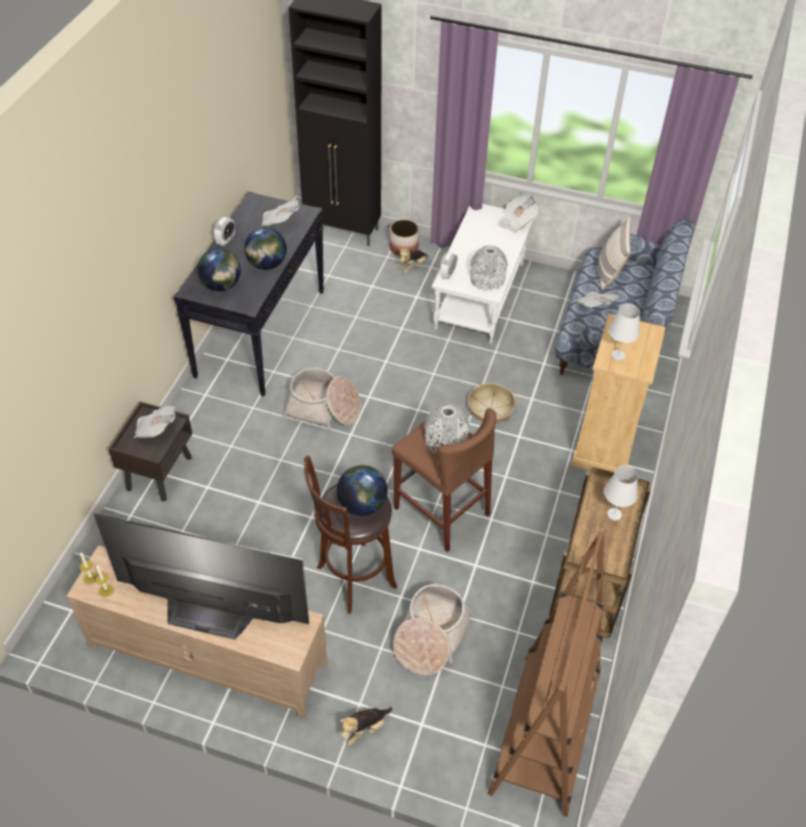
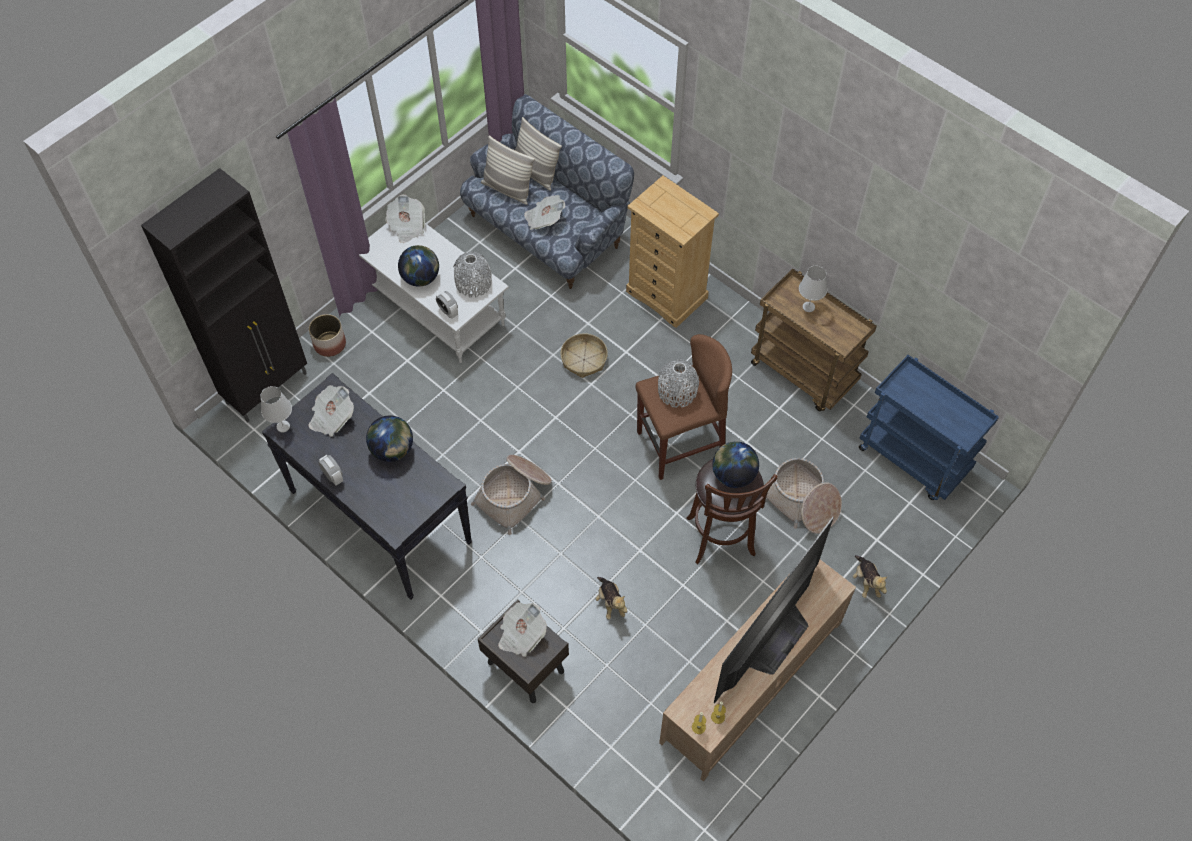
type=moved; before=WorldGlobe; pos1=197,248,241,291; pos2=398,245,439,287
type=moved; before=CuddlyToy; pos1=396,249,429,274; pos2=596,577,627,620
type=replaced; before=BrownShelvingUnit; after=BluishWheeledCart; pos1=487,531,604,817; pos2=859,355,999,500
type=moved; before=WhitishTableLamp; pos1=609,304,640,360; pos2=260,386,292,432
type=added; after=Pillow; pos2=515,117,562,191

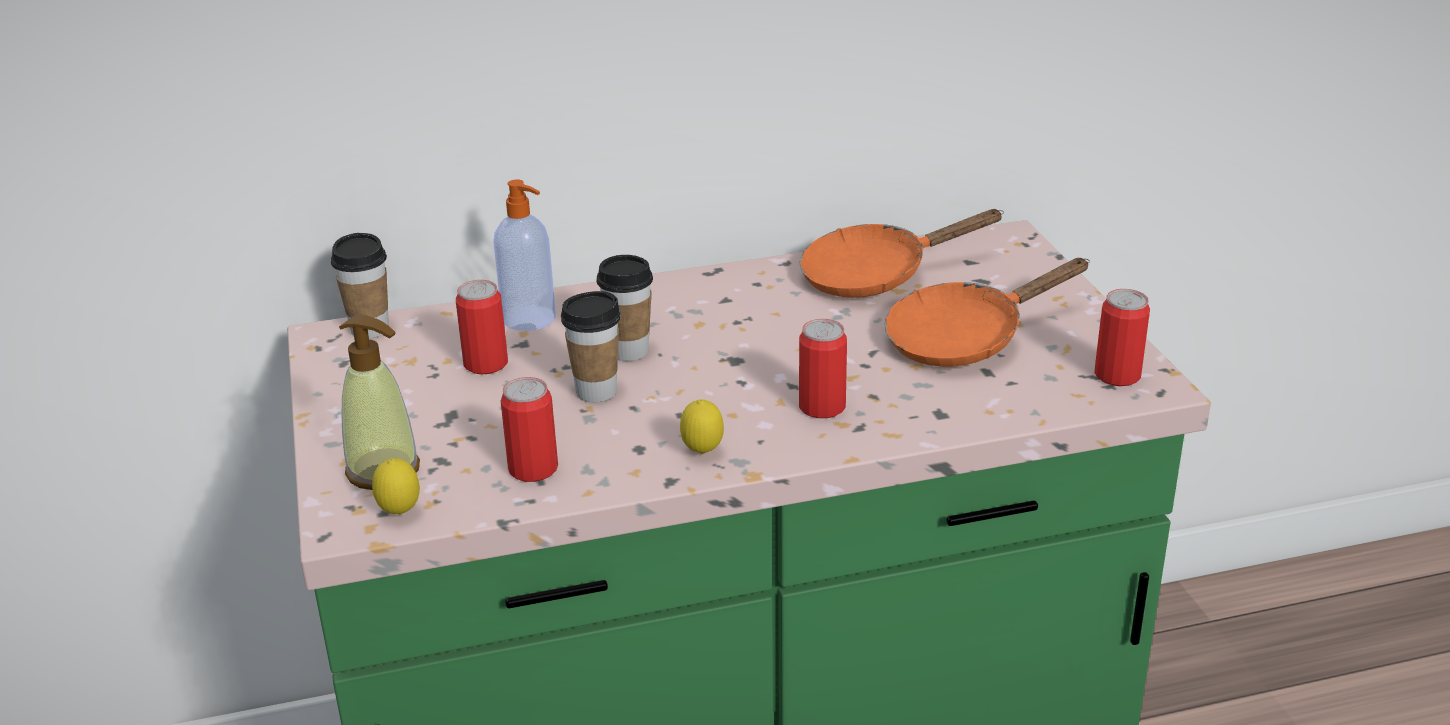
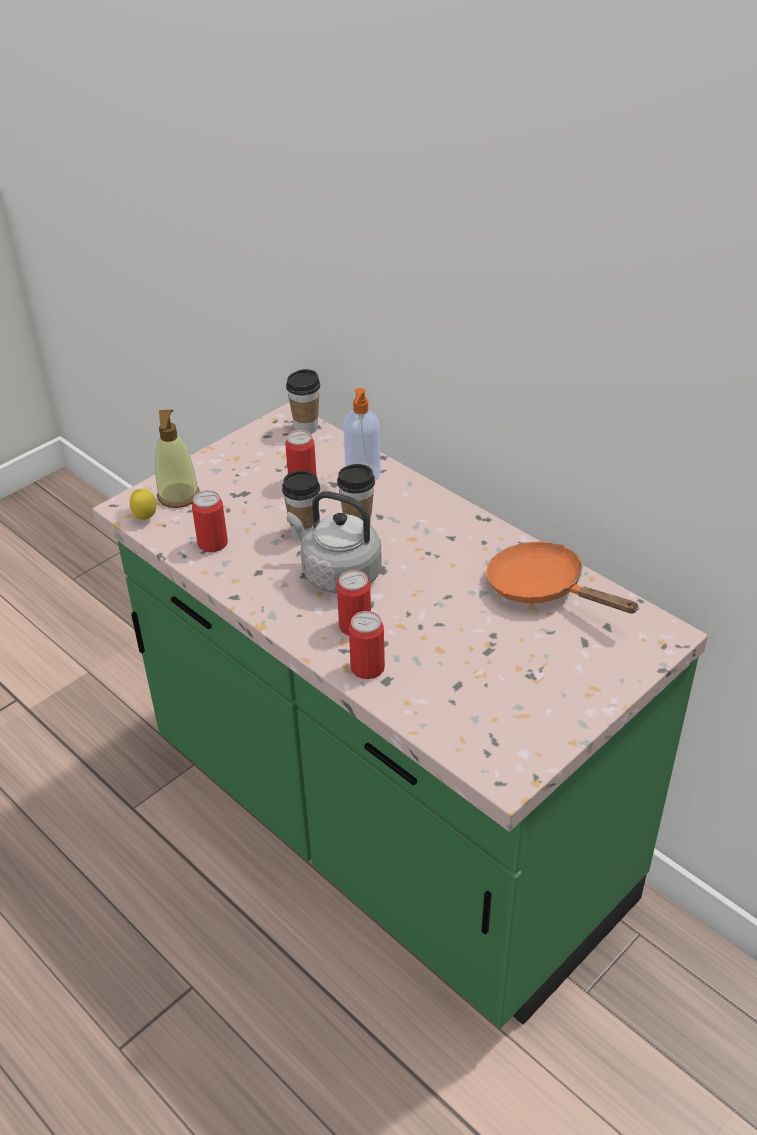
type=removed; before=WholeLemon; pos1=680,399,724,454
type=removed; before=OrangeSkillet; pos1=885,258,1090,367
type=moved; before=SealedCan; pos1=1094,289,1150,386; pos2=349,611,385,679
type=added; after=GrayWaterKettle; pos2=287,491,382,593

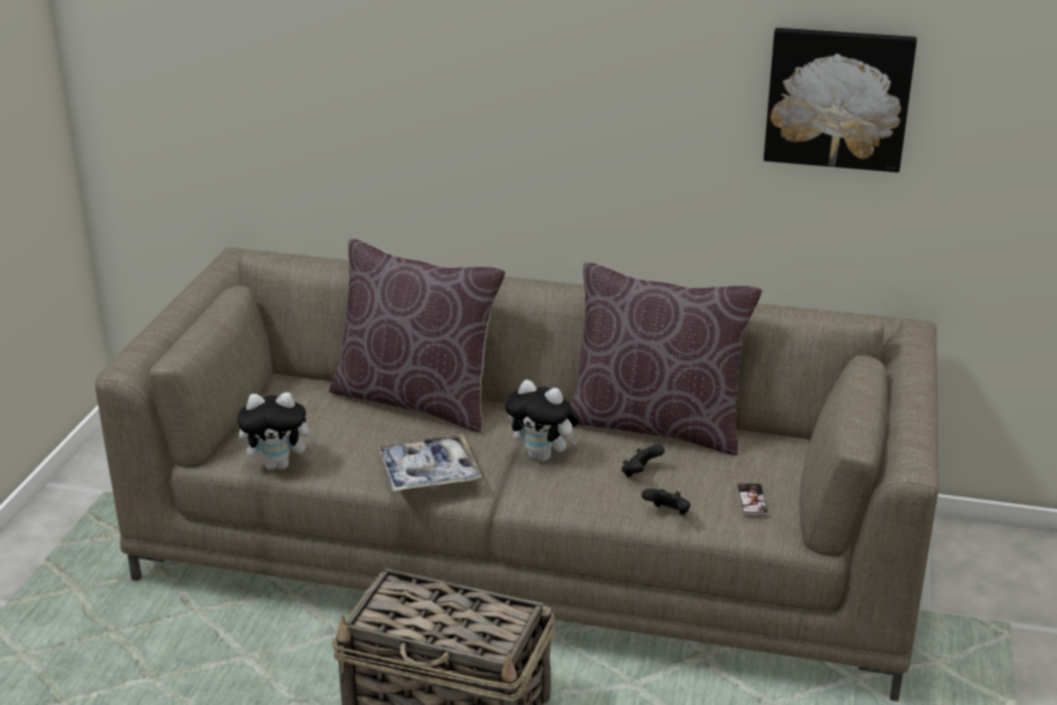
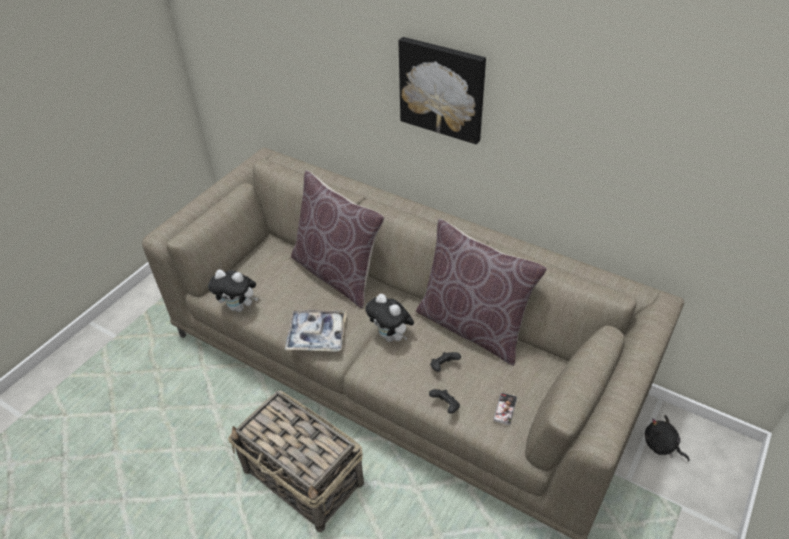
type=moved; before=WallArt; pos1=764,28,917,172; pos2=398,37,486,144
type=added; after=BlackCuddlyToy; pos2=645,415,690,461

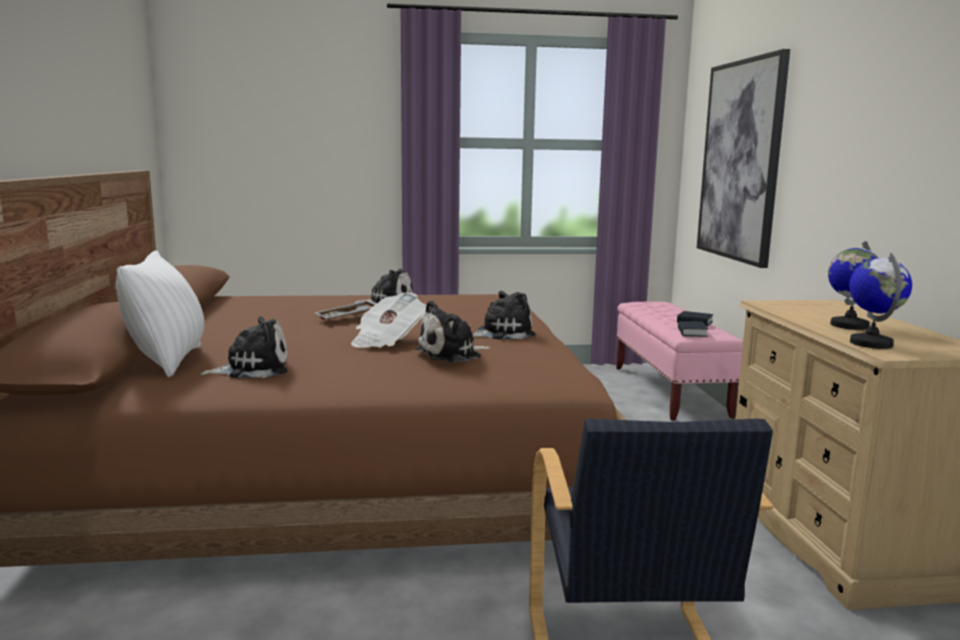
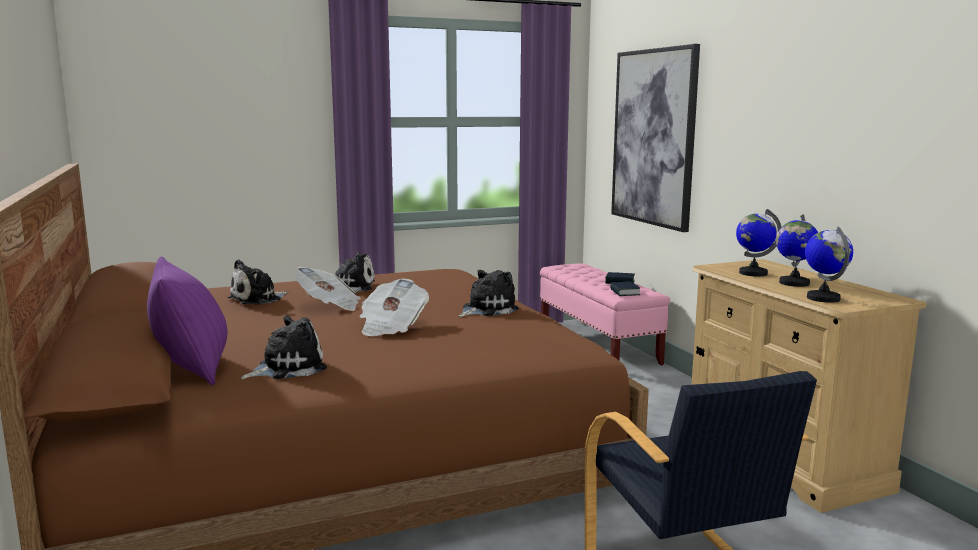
type=recoloured; before=WhitishPillow; after=PurplePillow; pos1=116,250,204,377; pos2=147,256,227,385
type=replaced; before=GrayServingTray; after=PrintedPaper; pos1=315,300,377,320; pos2=295,267,360,311
type=moved; before=CuddlyToy; pos1=415,301,491,362; pos2=228,259,289,305
type=added; after=WorldGlobe; pos2=736,209,781,277

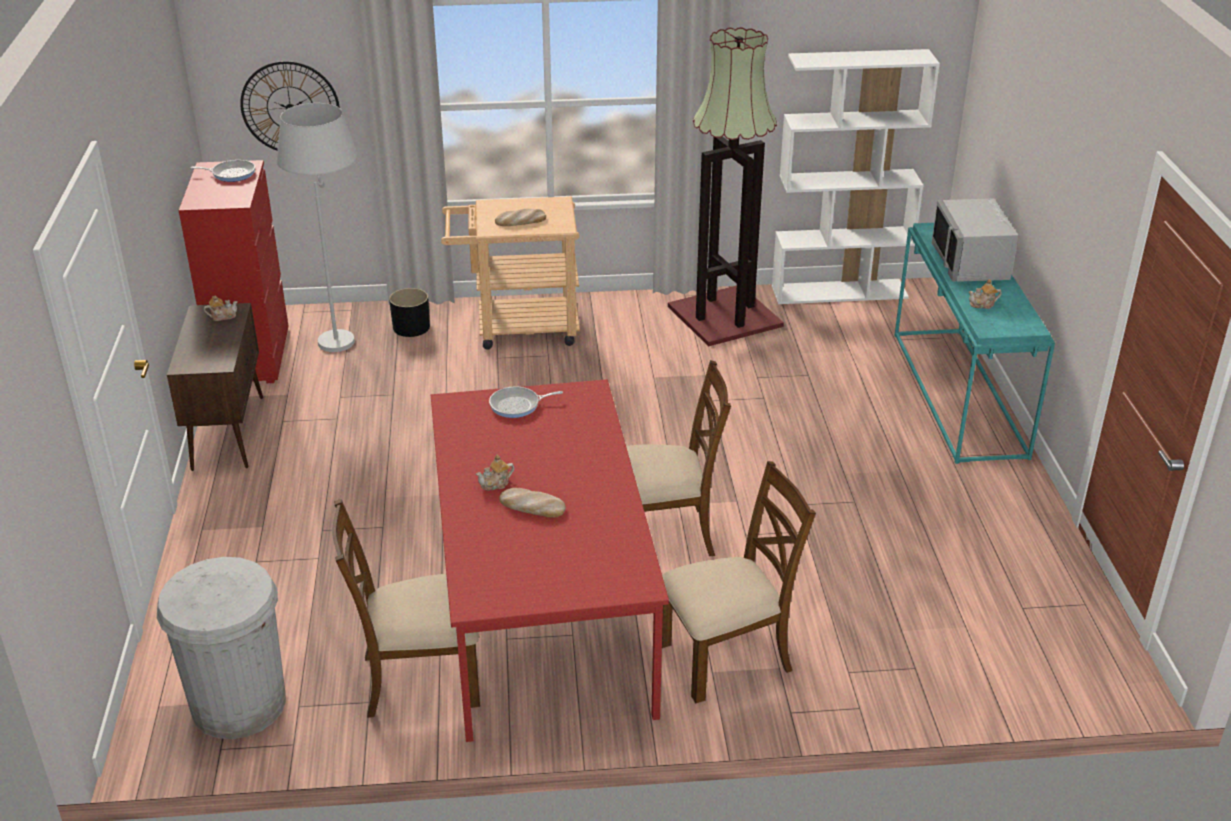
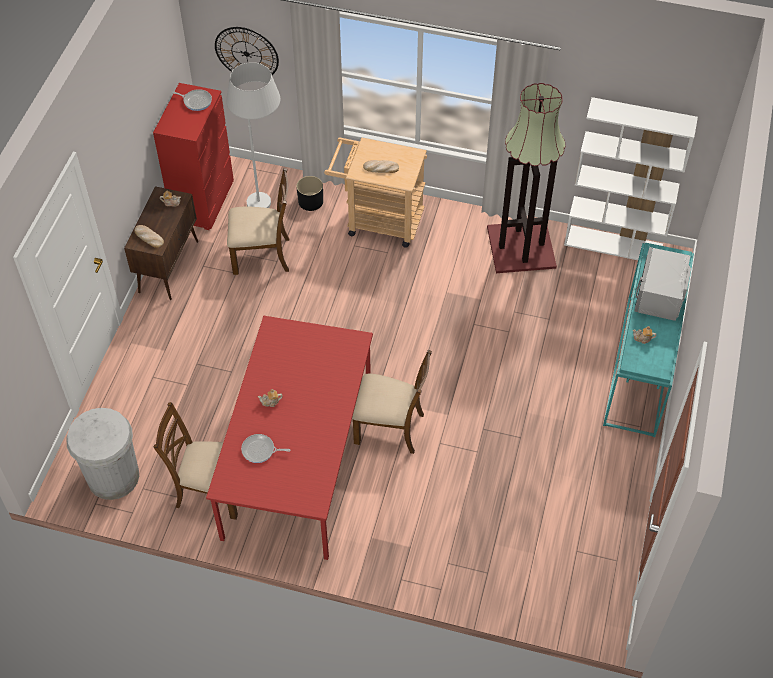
type=moved; before=Skillet; pos1=489,387,563,418; pos2=241,434,291,463
type=moved; before=Bread; pos1=499,488,566,518; pos2=134,225,164,248
type=moved; before=BrownUprightChair; pos1=662,461,816,703; pos2=227,168,289,275

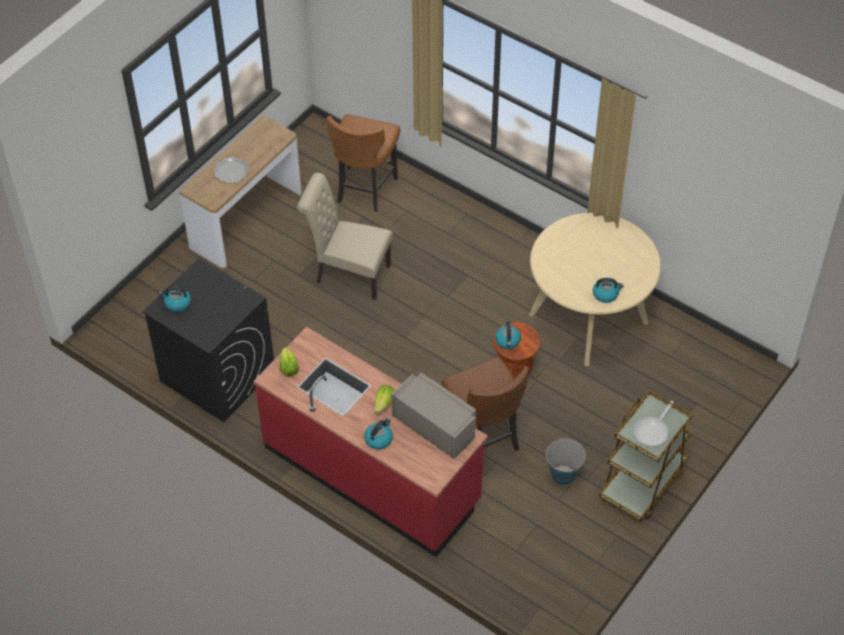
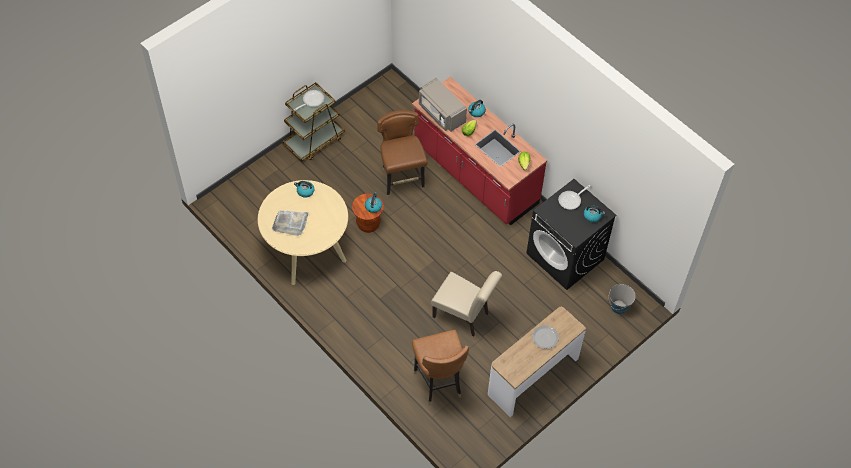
type=turned; before=BrownUprightChair; pos1=326,114,400,219; pos2=412,330,469,406; turn=135
type=moved; before=Bucket; pos1=546,439,586,485; pos2=608,284,635,314
type=added; after=GrayServingTray; pos2=272,210,309,236
type=added; after=Skillet; pos2=558,185,590,210

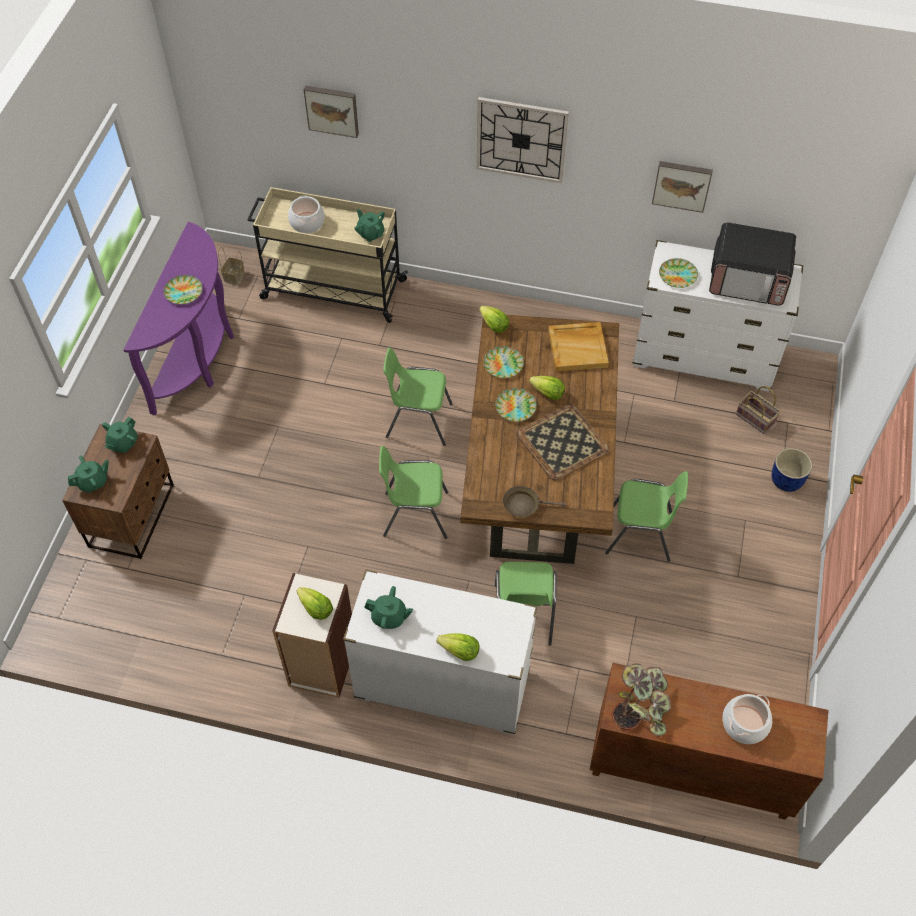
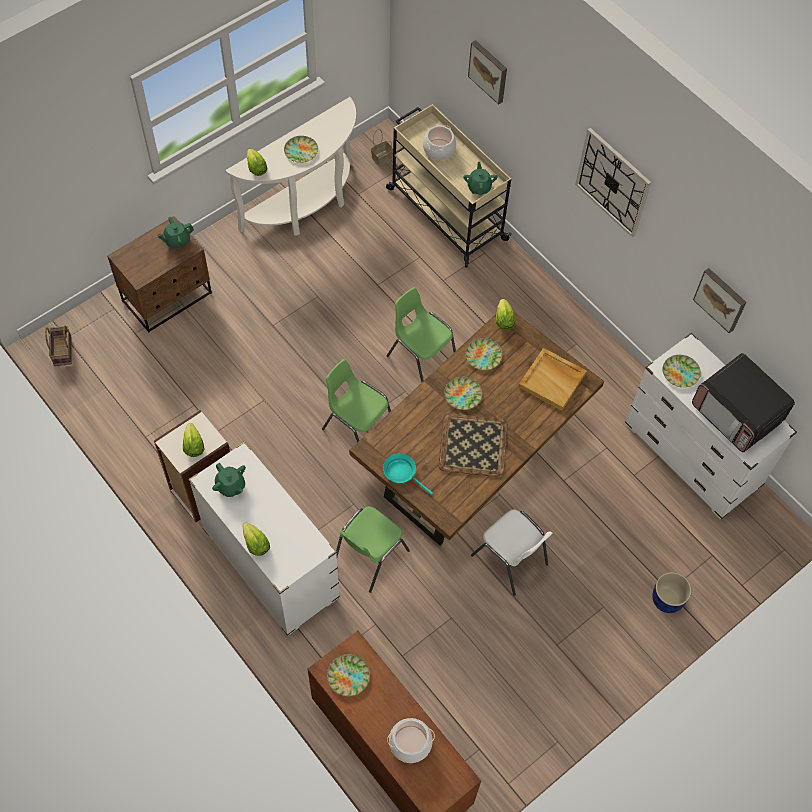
type=removed; before=GreenishTeaPot; pos1=68,456,109,493
type=recoloured; before=PurpleHallTable; after=WhitishHallTable; pos1=123,222,234,415; pos2=225,97,356,236
type=recoloured; before=BrownSkillet; after=TurquoiseColouredSkillet; pos1=503,486,567,517; pos2=383,453,433,495
type=moved; before=LettuceHead; pos1=529,376,565,400; pos2=247,149,267,176
type=recoloured; before=GreenishUprightChair; after=WhitishUprightChair; pos1=605,471,688,562; pos2=471,509,553,596
type=replaced; before=Houseplant; after=FlatDish; pos1=611,663,671,736; pos2=327,654,370,696
type=moved; before=StorageBasket; pos1=736,386,781,434; pos2=45,325,72,366

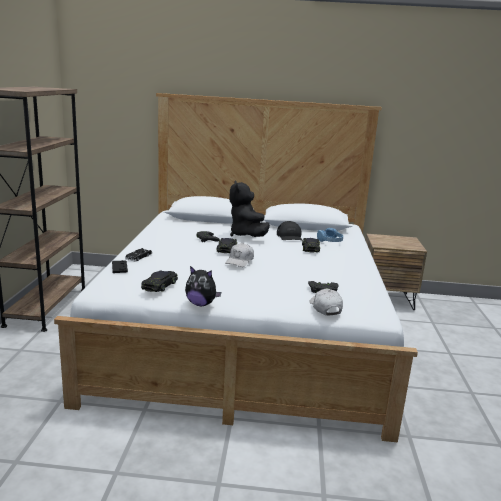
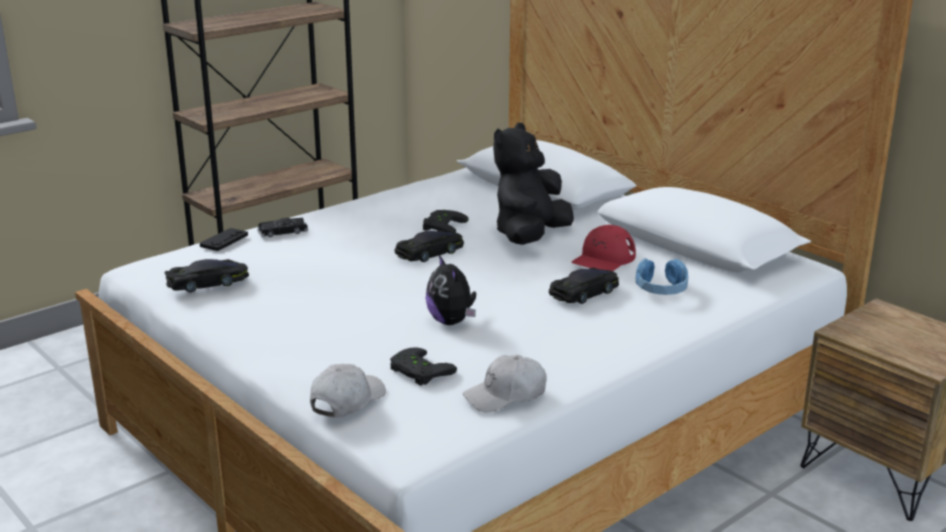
type=moved; before=CuddlyToy; pos1=185,266,221,306; pos2=425,255,476,325
type=moved; before=WhitishBaseballCap; pos1=225,243,254,267; pos2=463,355,547,412
type=recoloured; before=BlackBaseballCap; after=RedBaseballCap; pos1=277,221,302,240; pos2=571,225,636,271

